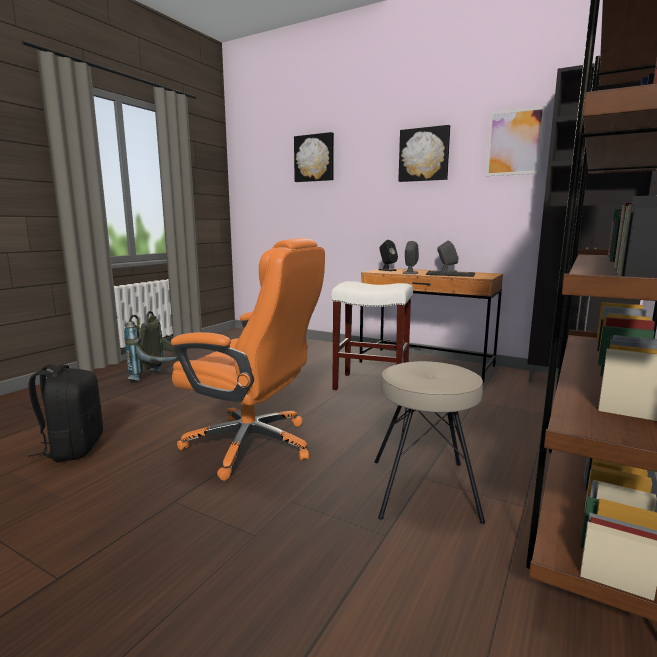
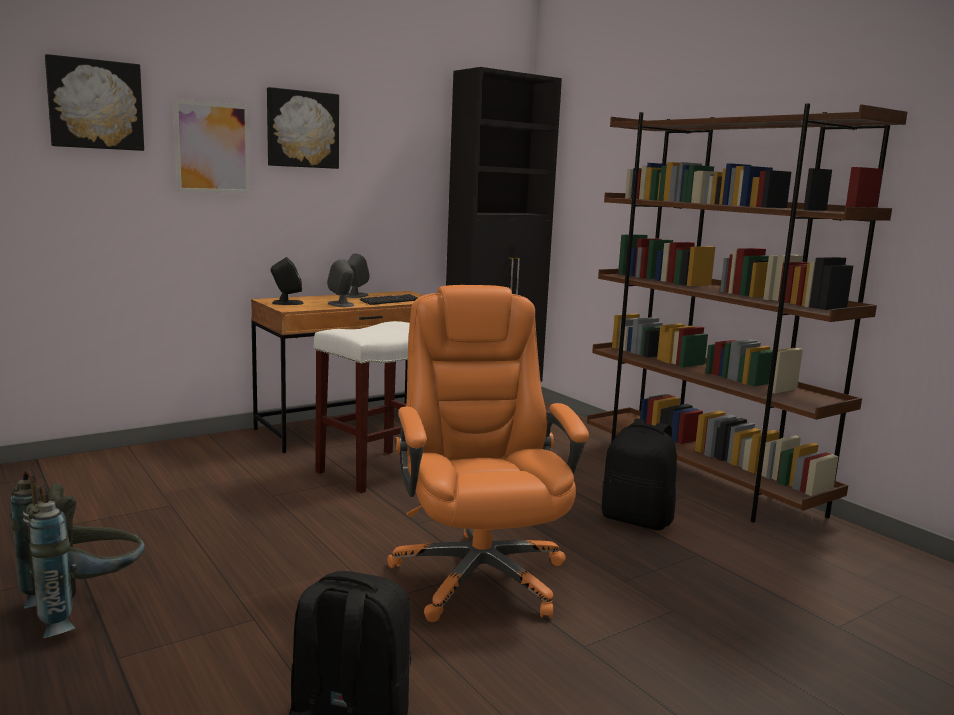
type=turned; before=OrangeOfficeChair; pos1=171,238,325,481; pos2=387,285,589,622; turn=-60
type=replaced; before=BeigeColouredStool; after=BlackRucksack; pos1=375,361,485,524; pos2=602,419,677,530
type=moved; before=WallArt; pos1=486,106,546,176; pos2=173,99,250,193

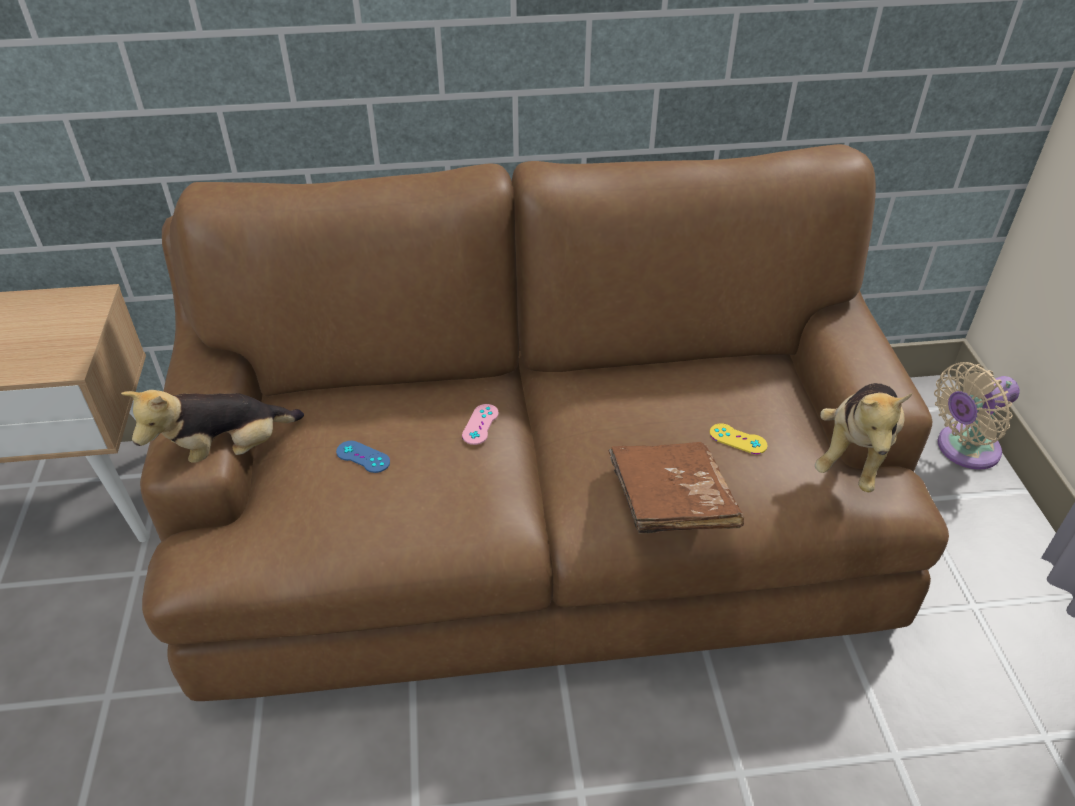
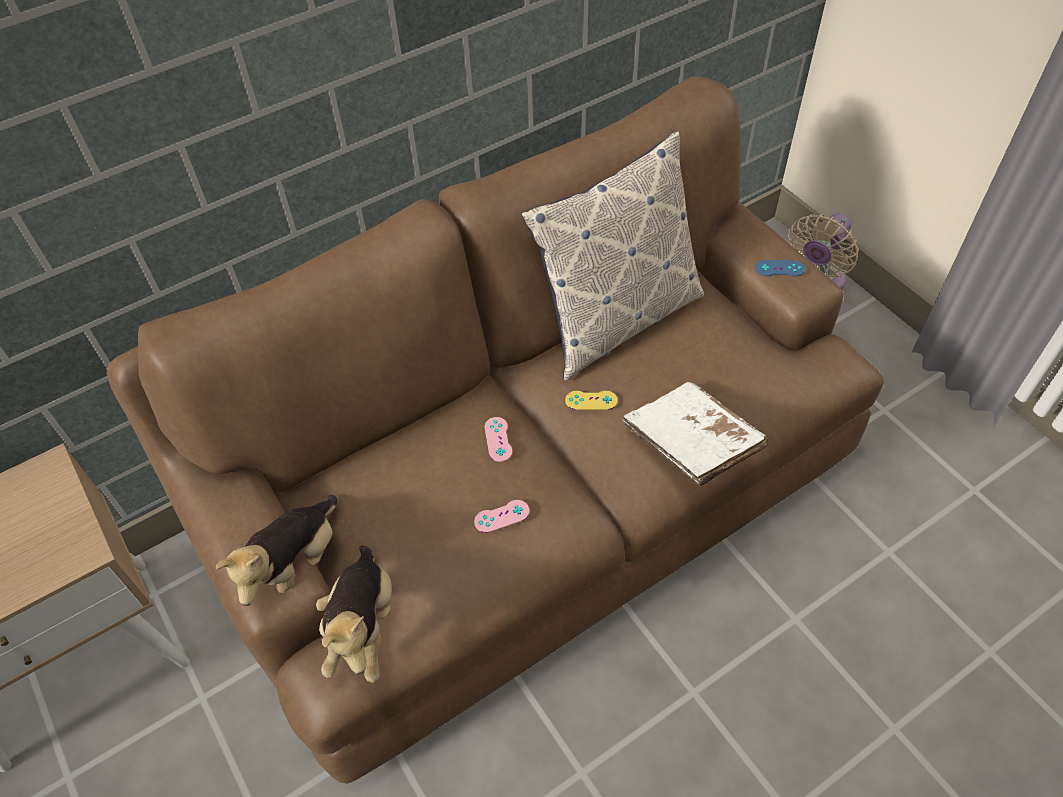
type=moved; before=BluishGamepad; pos1=336,441,390,473; pos2=755,260,805,277
type=recoloured; before=BrownBook; after=WhitishBook; pos1=609,442,744,534; pos2=623,382,768,487
type=moved; before=YellowColouredGamepad; pos1=710,424,767,454; pos2=565,391,618,410
type=moved; before=CuddlyToy; pos1=815,383,913,492; pos2=316,545,392,683
type=added; after=PinkishGamepad; pos2=474,500,529,533
type=added; after=Pillow; pos2=521,131,704,381

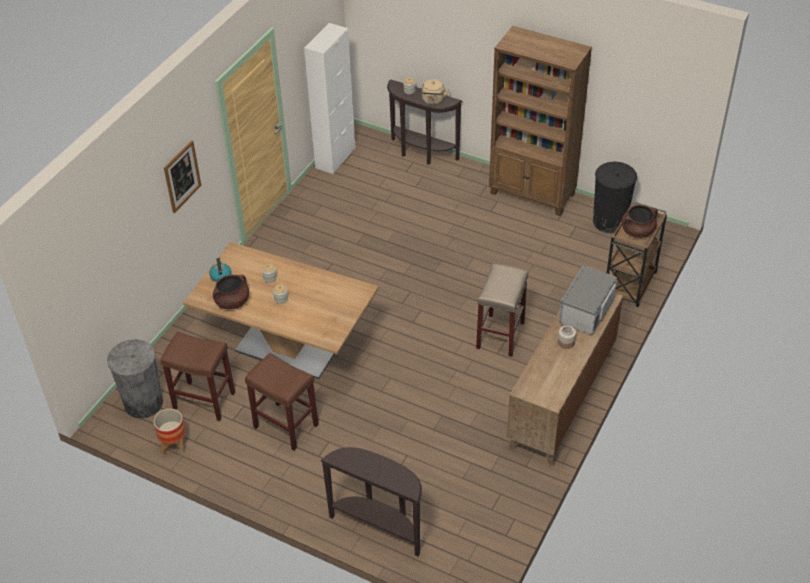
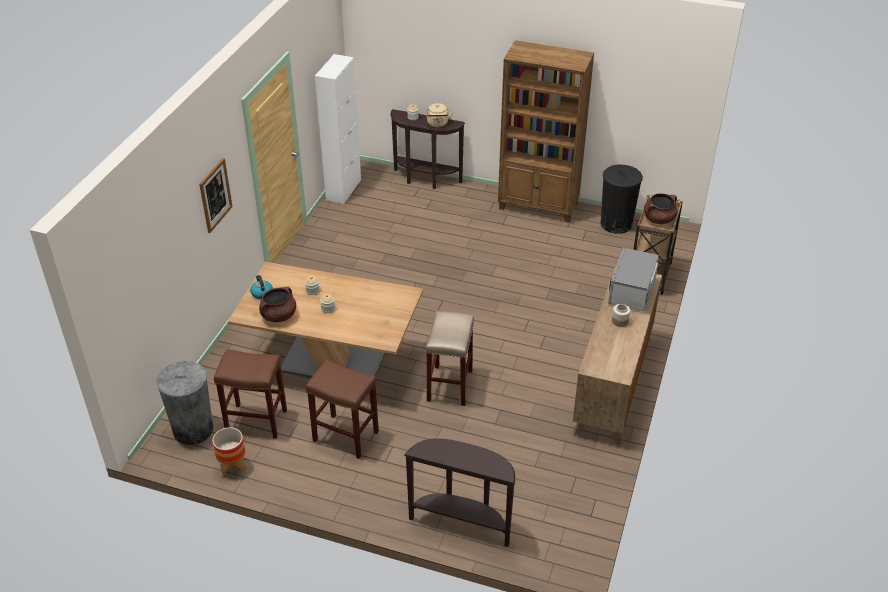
type=moved; before=BeigeColouredStool; pos1=476,264,528,357; pos2=426,311,474,406

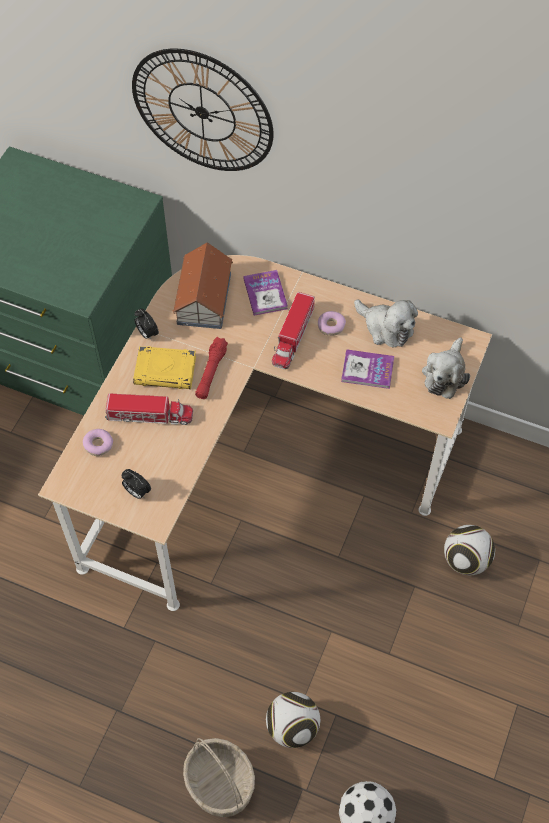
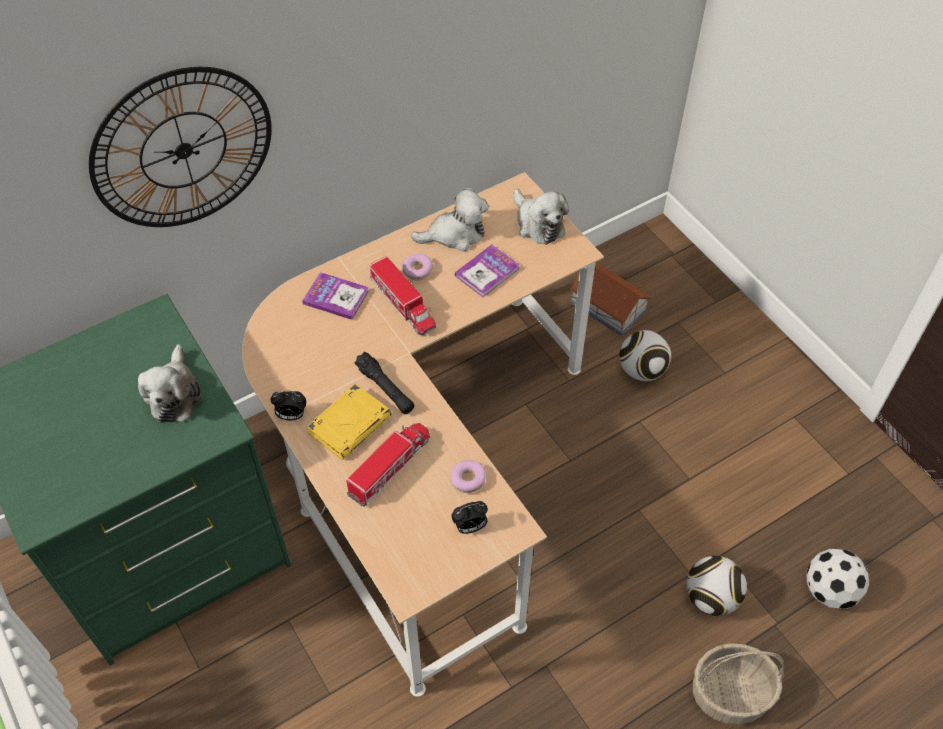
type=moved; before=RingDoughnut; pos1=83,429,113,456; pos2=450,460,486,493
type=moved; before=MiniatureHouse; pos1=173,242,233,329; pos2=570,264,652,336
type=recoloured; before=RedTorch; after=BlackTorch; pos1=195,337,228,399; pos2=354,352,415,414
type=added; after=CuddlyToy; pos2=138,344,202,423

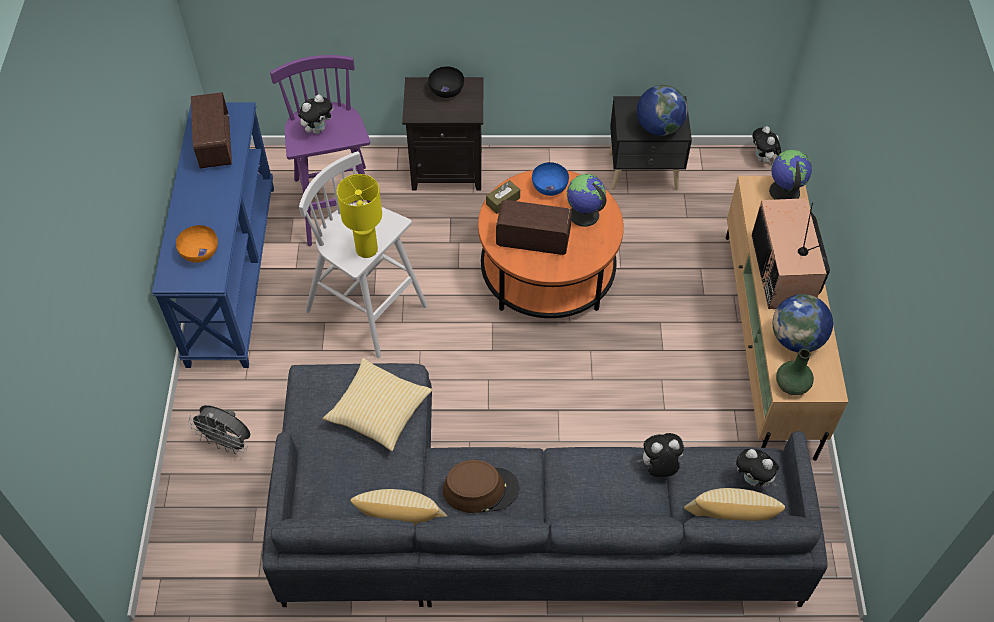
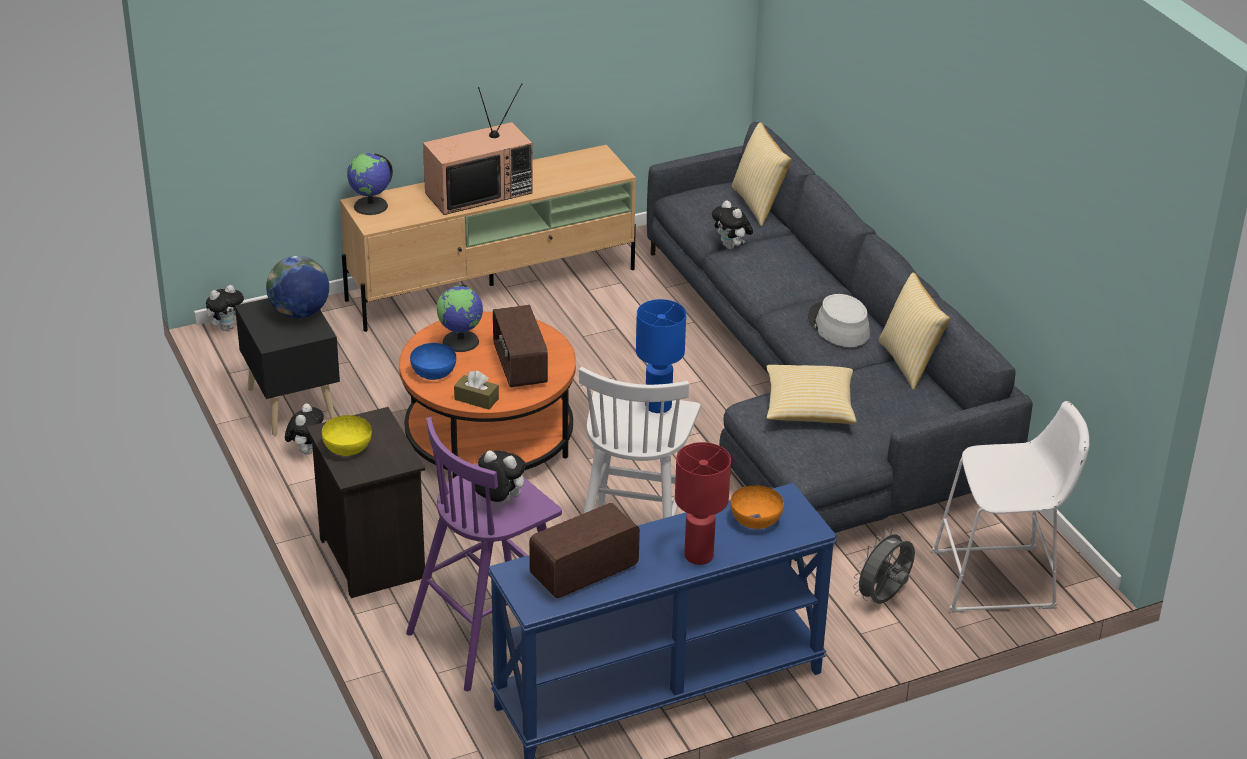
type=turned; before=GrayFan; pos1=188,405,250,454; pos2=853,528,915,604; turn=-135
type=recoloured; before=YellowColouredTableLamp; after=BluishTableLamp; pos1=337,174,382,258; pos2=636,299,686,413
type=recoloured; before=BlackServingBowl; after=YellowColouredServingBowl; pos1=428,67,464,98; pos2=322,415,372,456
type=recoloured; before=BrownWearableHat; after=GrayWearableHat; pos1=443,460,520,513; pos2=808,294,870,347
type=moved; before=CuddlyToy; pos1=736,449,779,487; pos2=285,404,324,455
type=removed; before=WorldGlobe; pos1=773,294,833,352
type=removed; before=GreenishVase; pos1=776,349,814,395
type=added; after=RedTableLamp; pos2=675,442,731,565
type=added; after=WhitishStool; pos2=932,401,1089,612

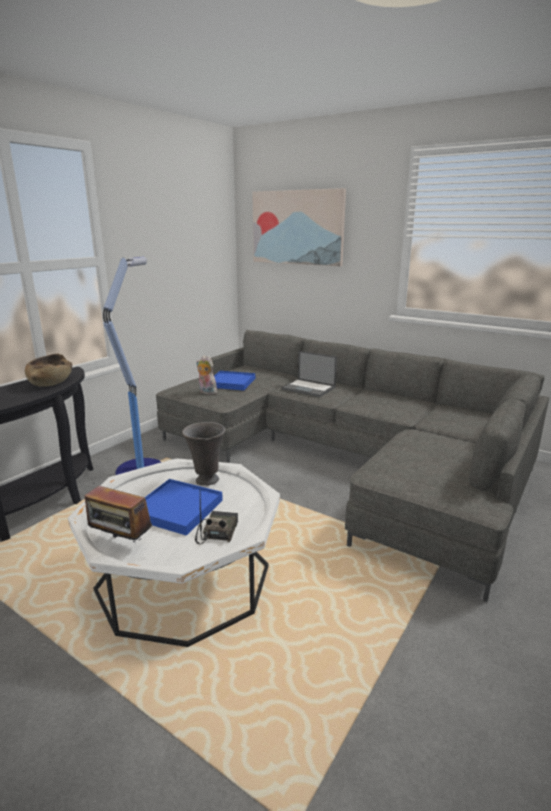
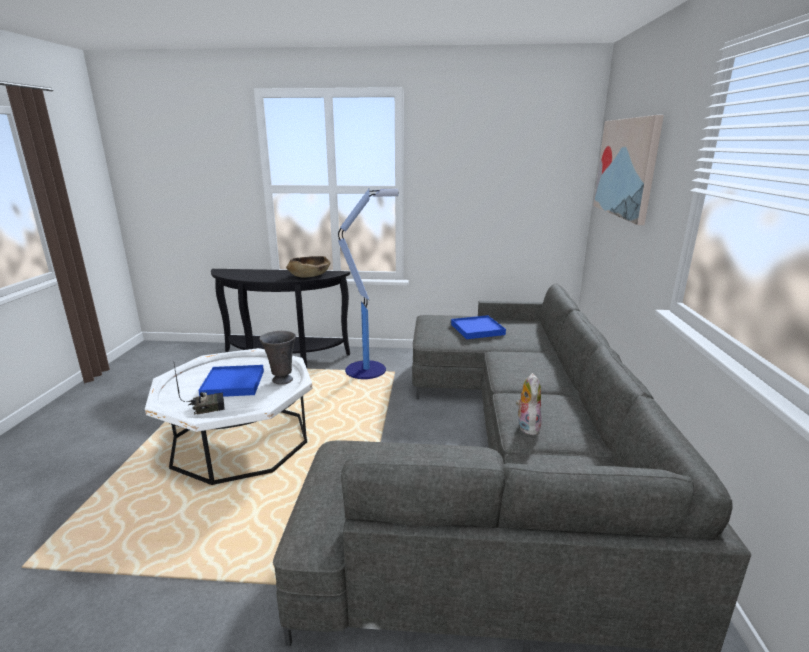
type=removed; before=Radio; pos1=85,484,152,542
type=moved; before=CuddlyToy; pos1=196,355,219,395; pos2=516,373,542,435
type=removed; before=NotebookComputer; pos1=281,351,337,397

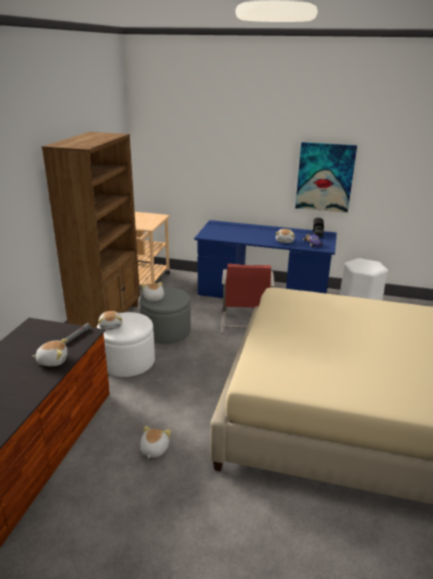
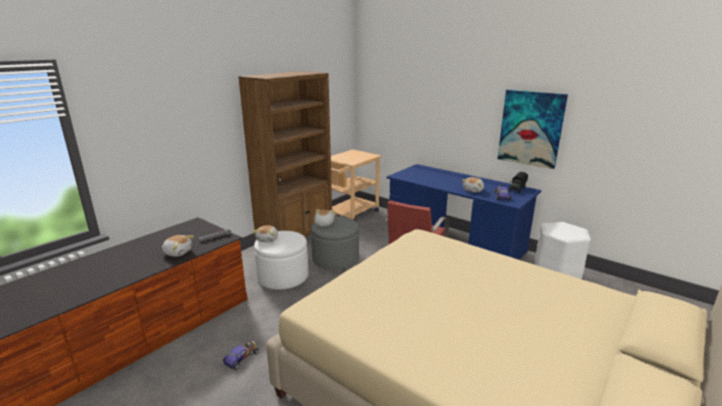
type=replaced; before=CuddlyToy; after=MiniatureCar; pos1=140,426,171,459; pos2=223,341,259,370

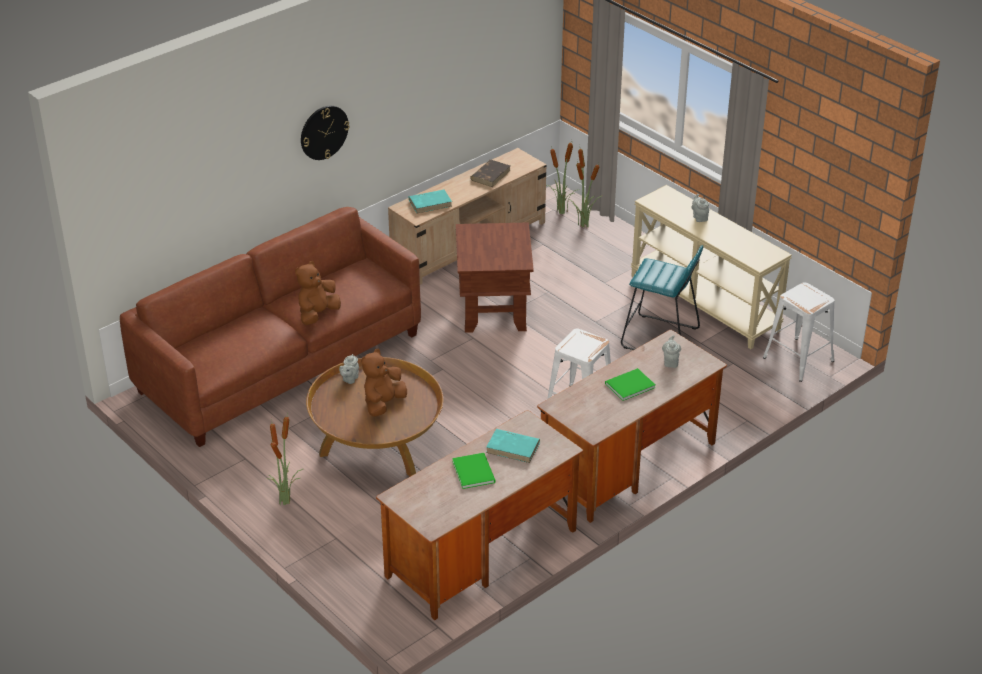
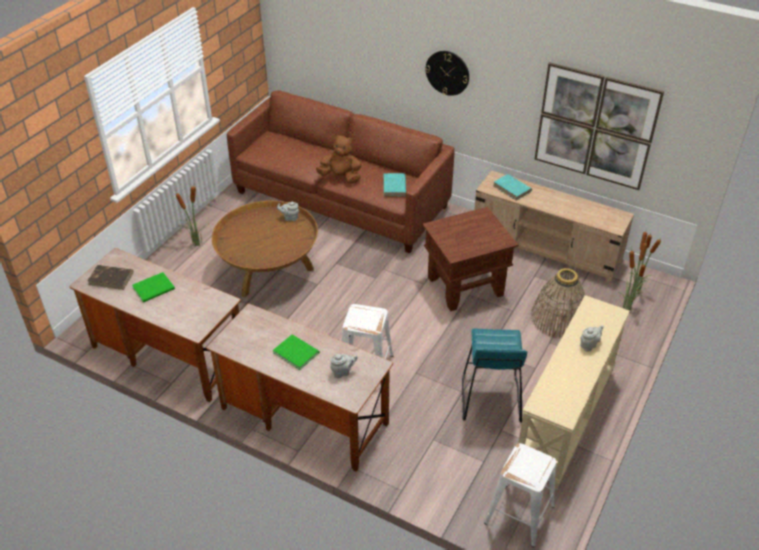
type=removed; before=BrownCuddlyToy; pos1=361,349,407,417
type=moved; before=BrownBook; pos1=470,160,511,187; pos2=87,265,134,290
type=moved; before=TurquoiseColouredBook; pos1=486,429,540,463; pos2=384,173,406,196
type=added; after=StorageBasket; pos2=531,268,585,339
type=added; after=WallArt; pos2=534,62,664,190

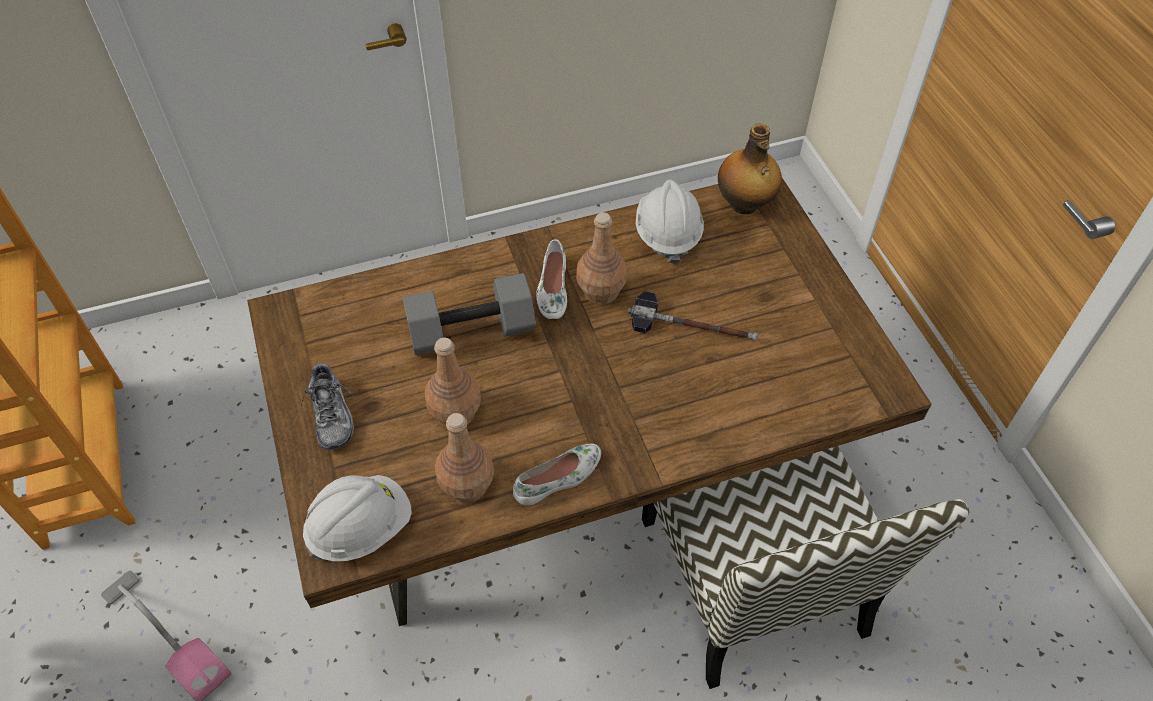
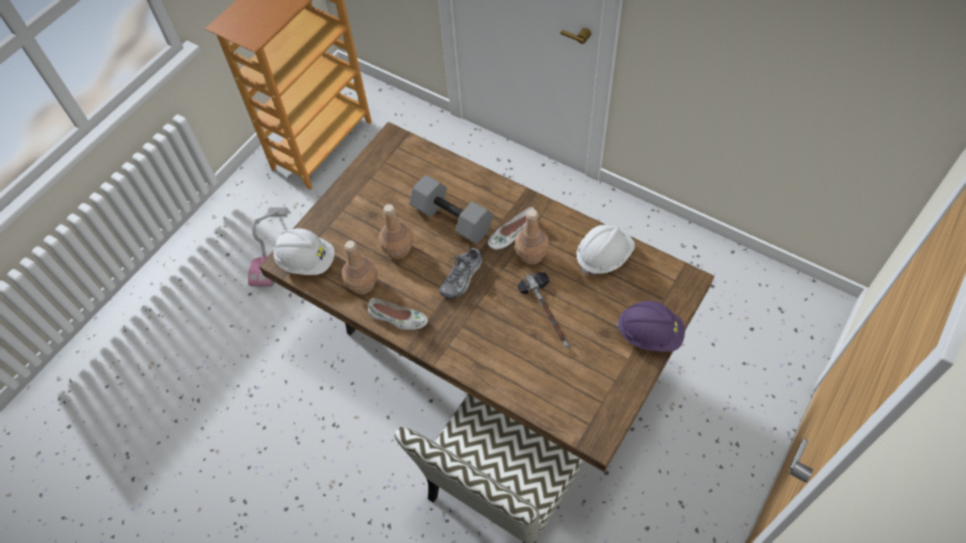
type=moved; before=Shoe; pos1=301,360,354,450; pos2=439,247,482,298
type=removed; before=Bottle; pos1=718,124,782,214
type=added; after=PurpleSafetyHelmet; pos2=616,301,685,352

